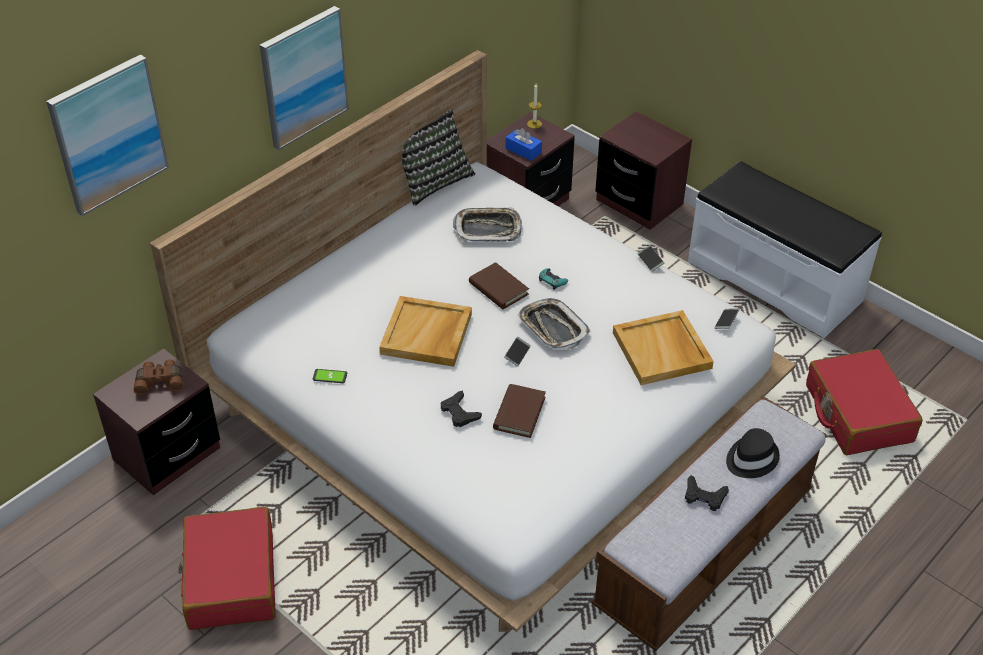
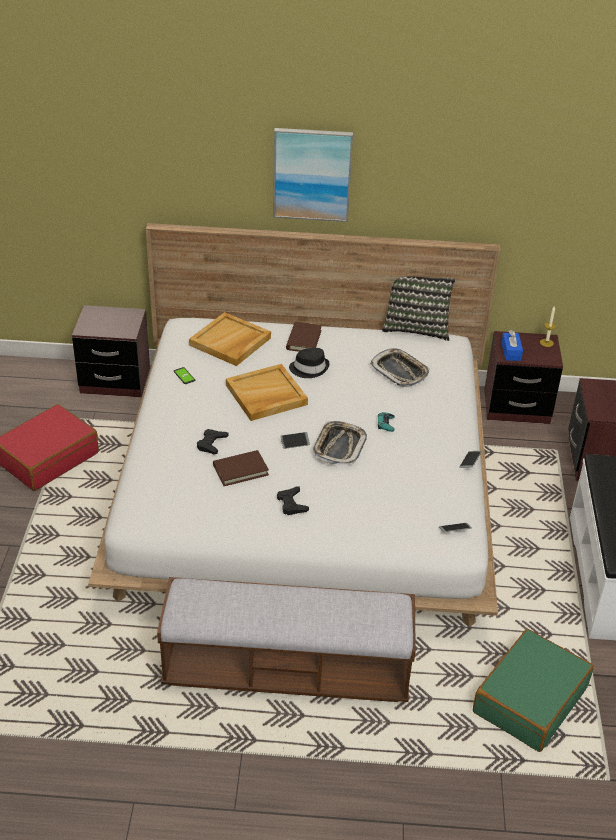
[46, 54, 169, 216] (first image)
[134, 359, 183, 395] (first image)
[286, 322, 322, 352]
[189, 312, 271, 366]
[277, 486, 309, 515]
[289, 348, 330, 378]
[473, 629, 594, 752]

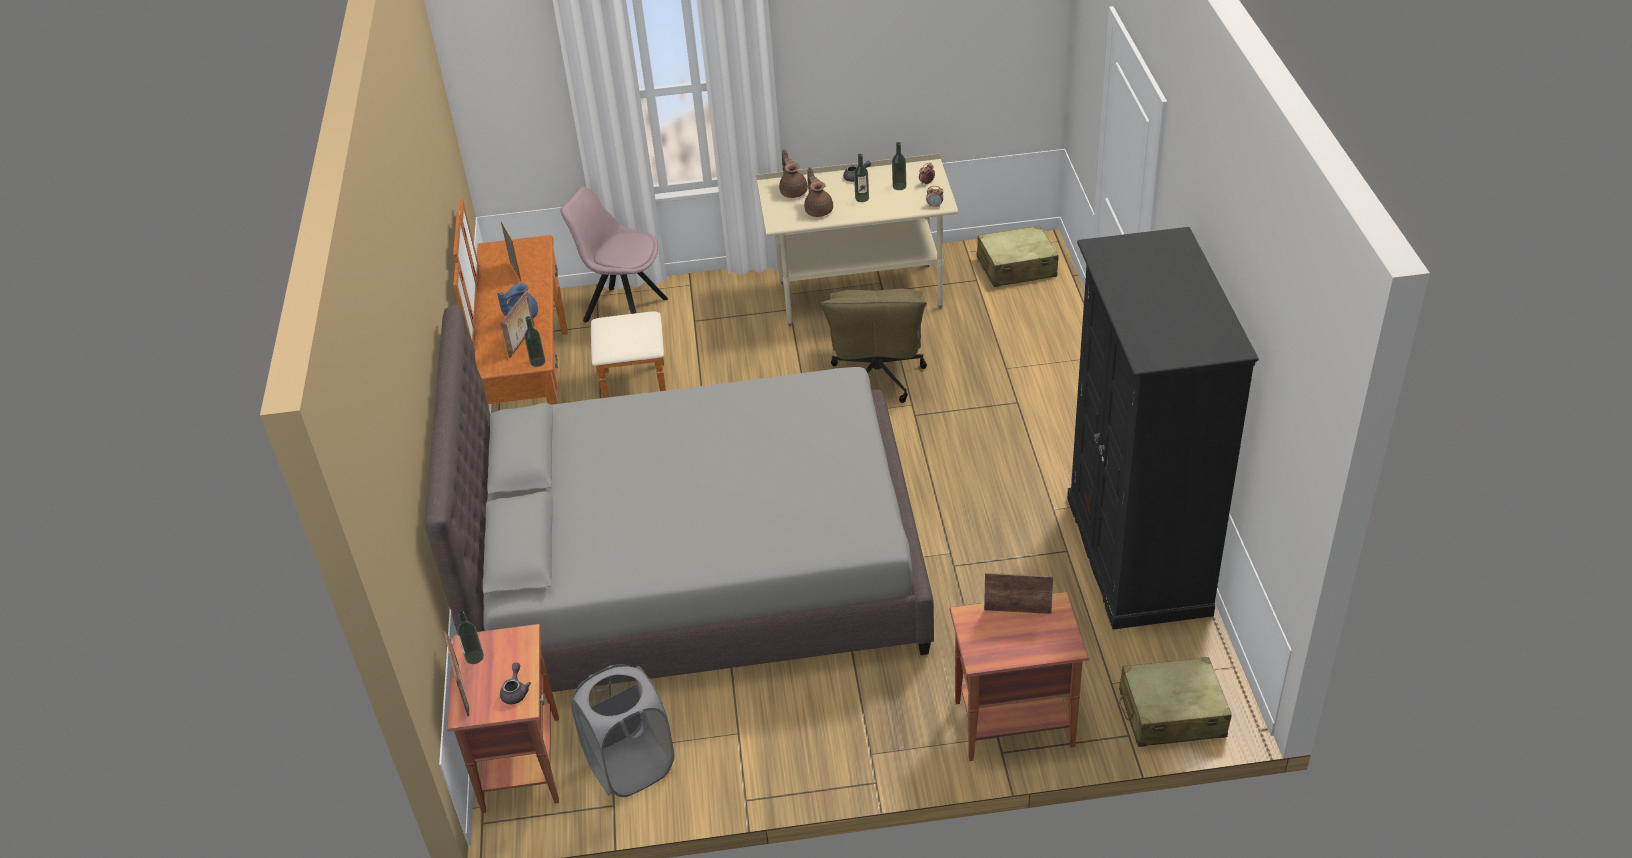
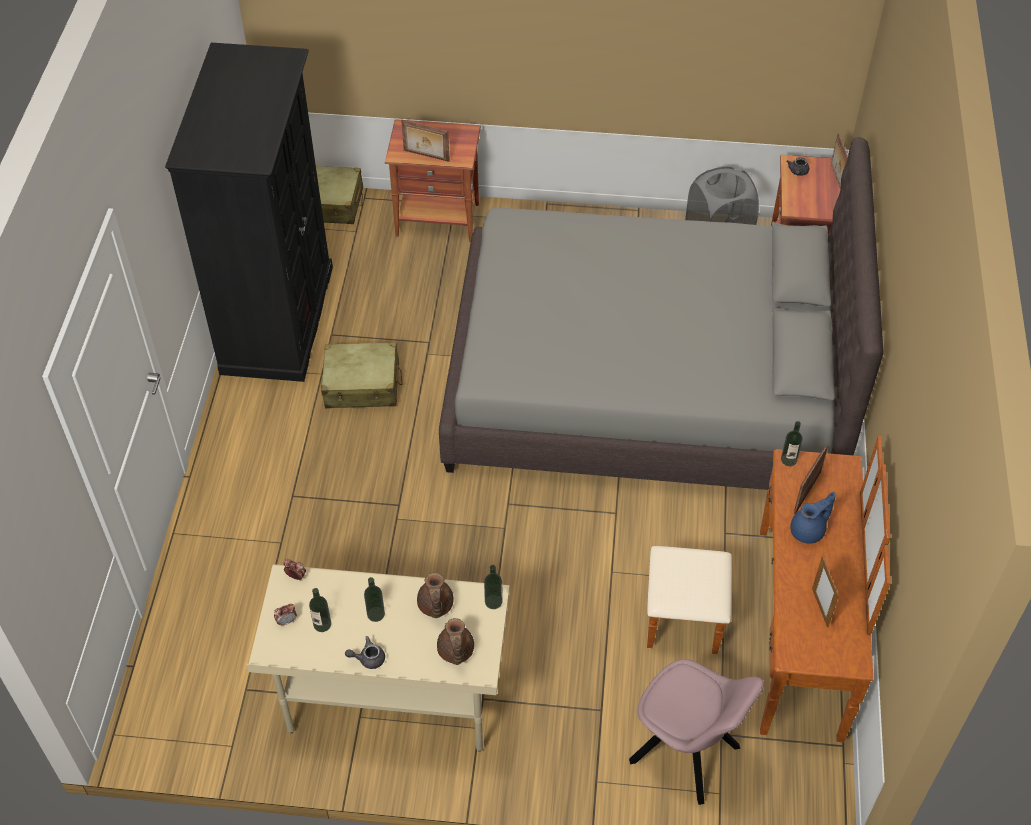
[820, 289, 927, 403] (first image)
[484, 565, 503, 609]
[321, 342, 403, 408]

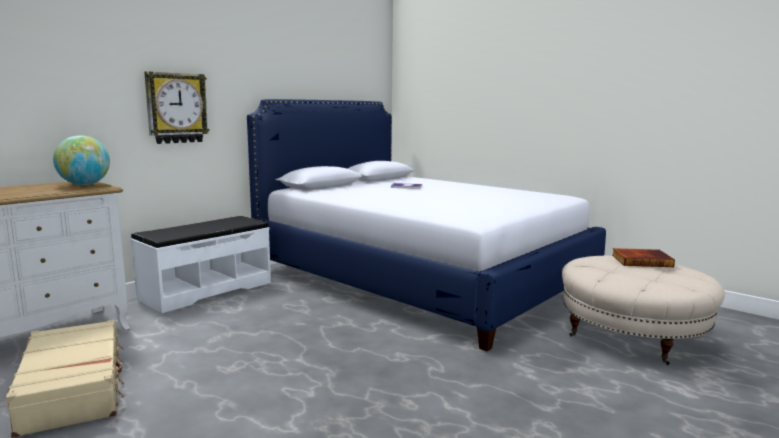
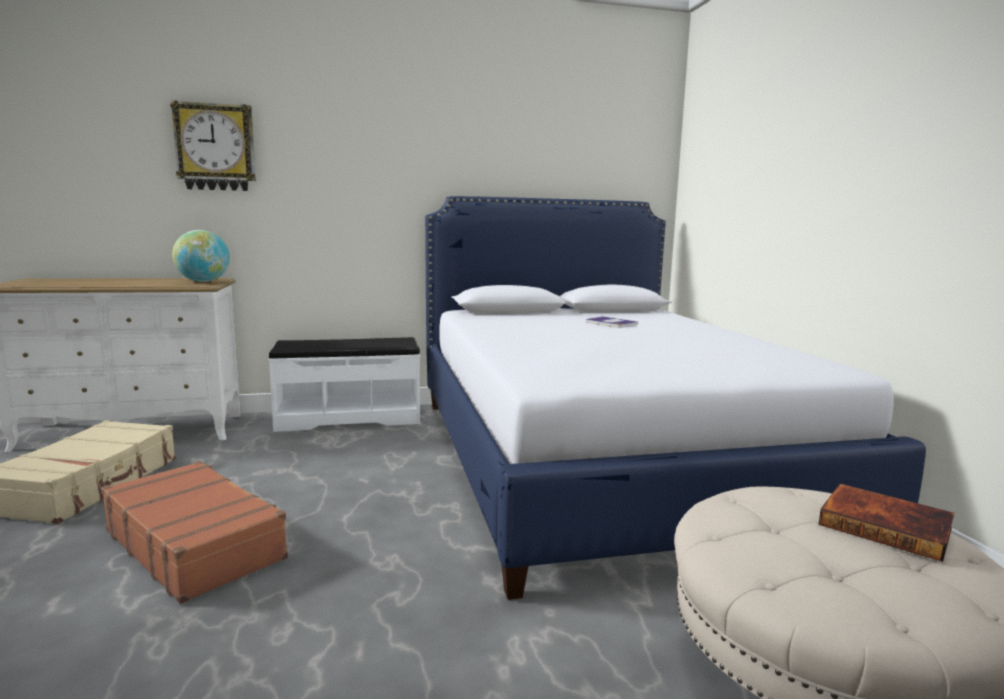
[101, 461, 288, 604]
[170, 100, 256, 191]

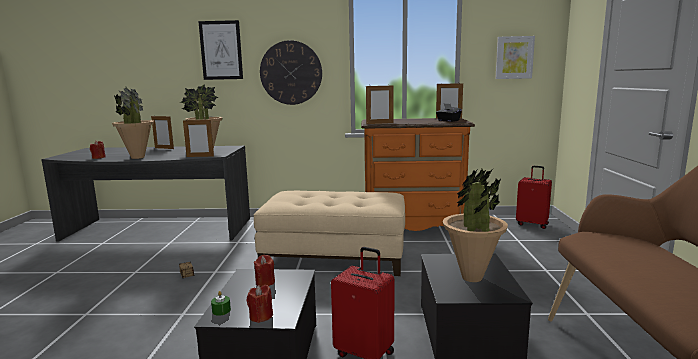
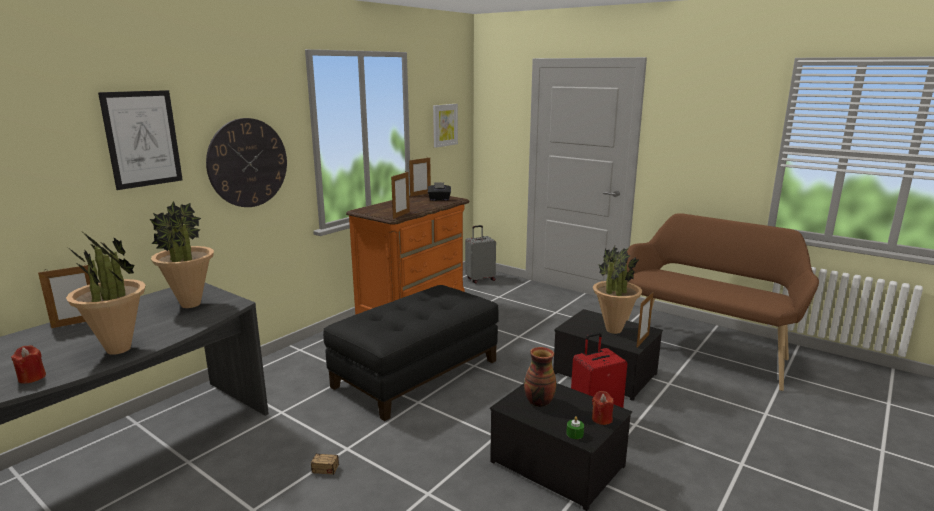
[636, 292, 654, 348]
[524, 347, 556, 407]
[323, 285, 499, 421]
[465, 225, 496, 283]

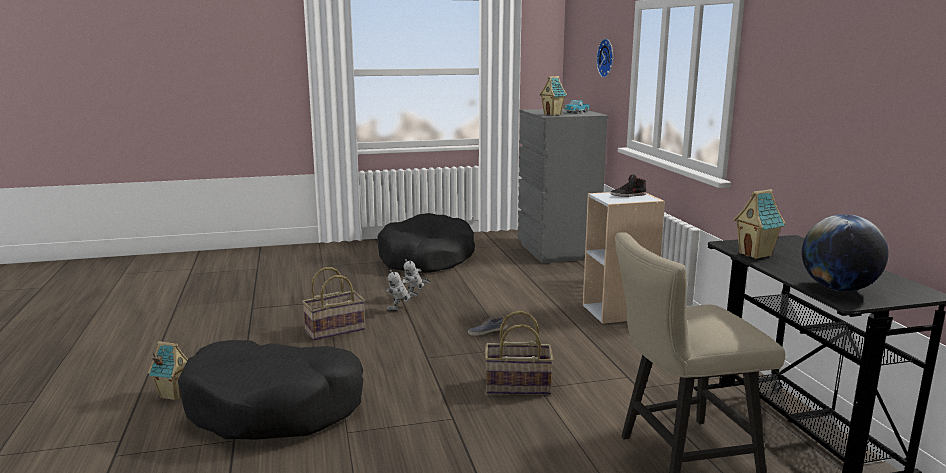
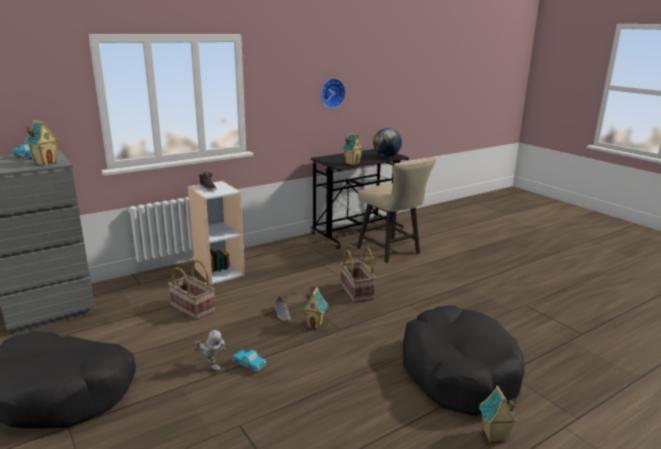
[302, 287, 328, 329]
[168, 260, 215, 320]
[321, 78, 346, 109]
[233, 350, 266, 372]

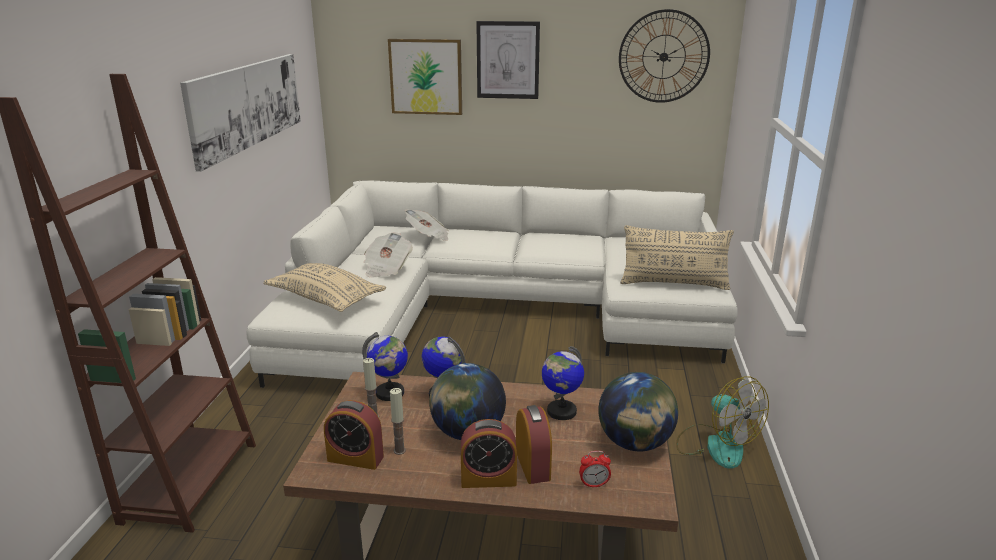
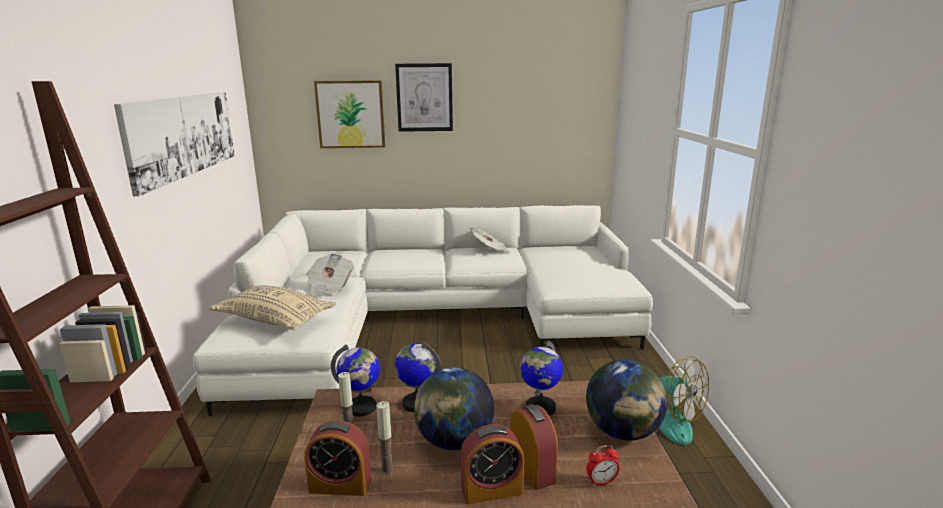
[619, 9, 710, 103] (first image)
[620, 225, 734, 290] (first image)
[469, 227, 510, 253]

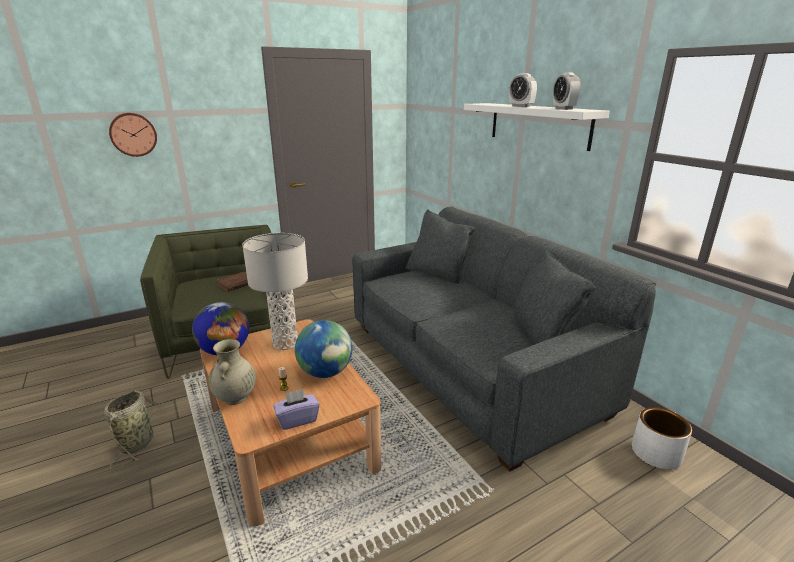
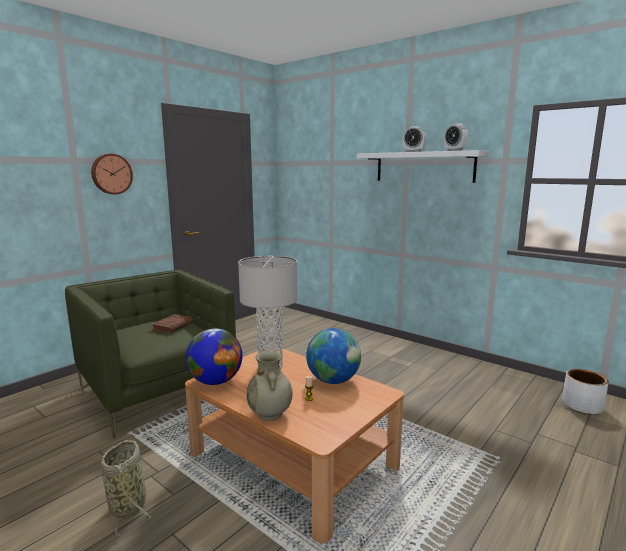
[273, 389, 320, 430] (first image)
[352, 207, 656, 472] (first image)
[91, 154, 133, 194]

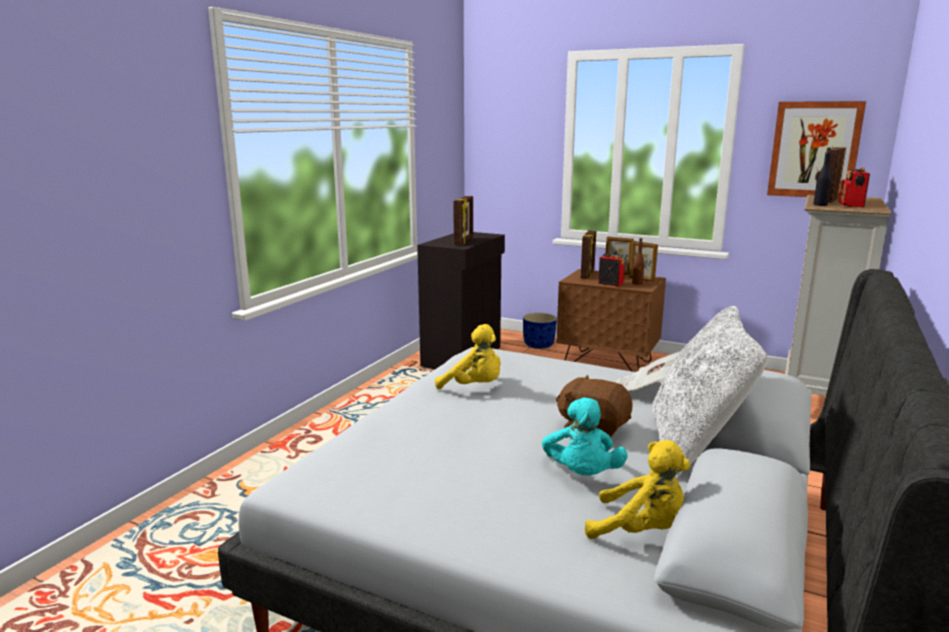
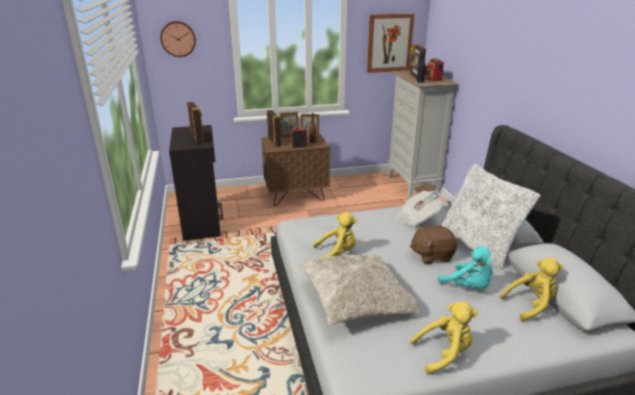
[523, 313, 557, 349] (first image)
[160, 21, 196, 57]
[299, 254, 420, 325]
[410, 302, 478, 374]

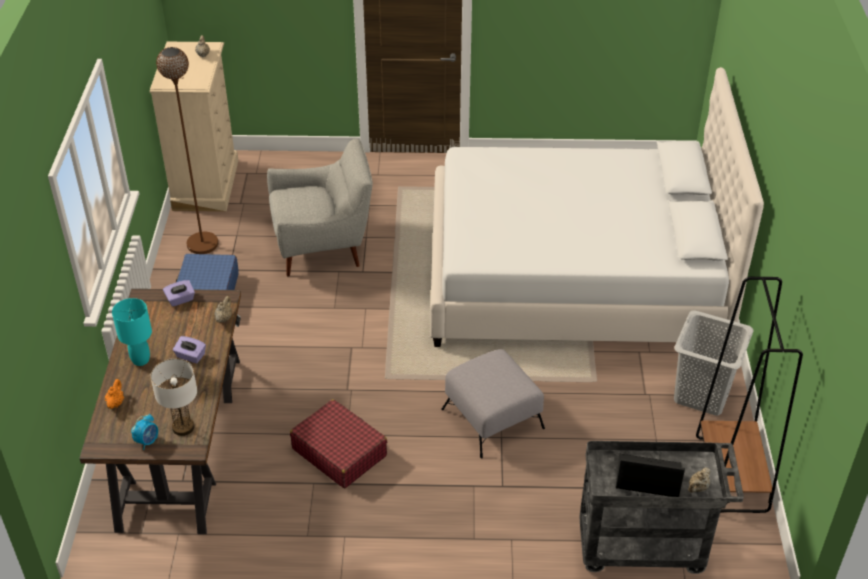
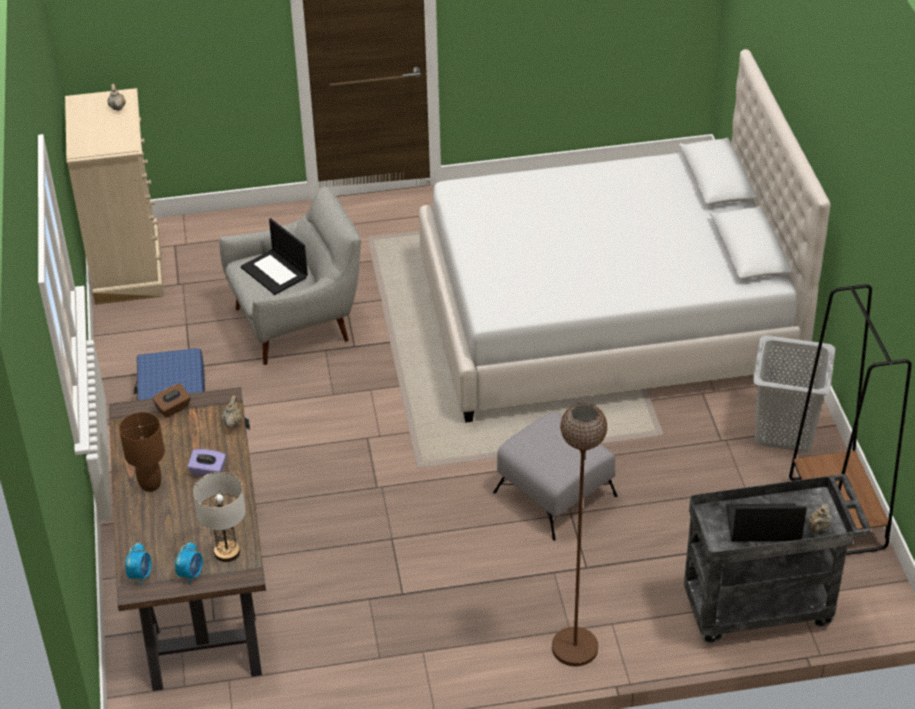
[105, 379, 124, 409] (first image)
[290, 399, 387, 488] (first image)
[125, 542, 151, 585]
[241, 218, 308, 295]
[552, 403, 607, 666]
[119, 412, 165, 492]
[152, 384, 191, 418]

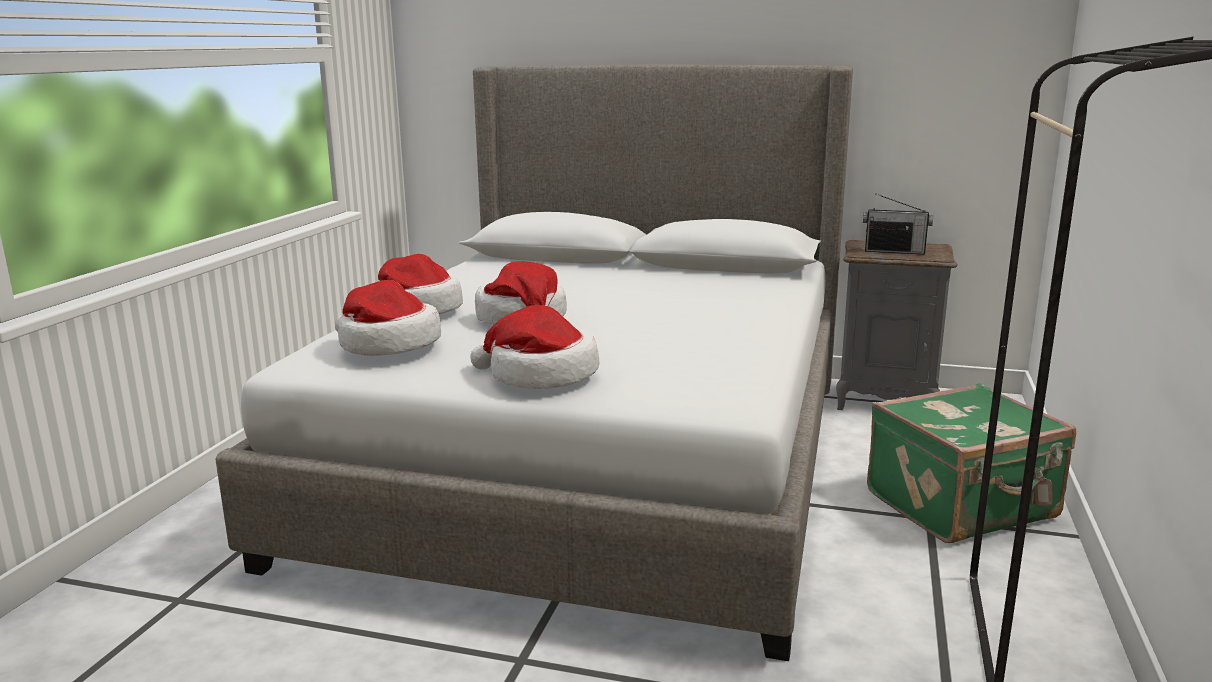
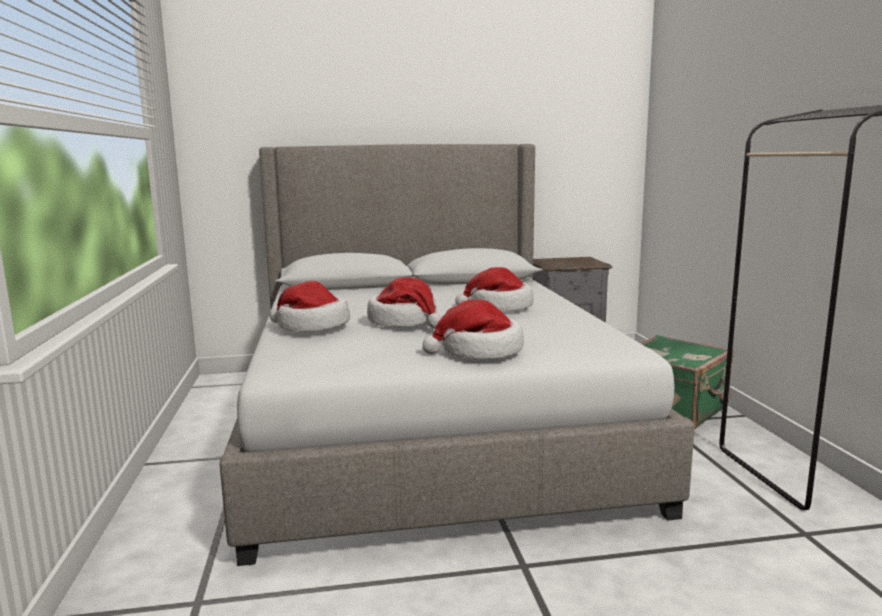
[863, 193, 933, 255] (first image)
[455, 267, 534, 312]

